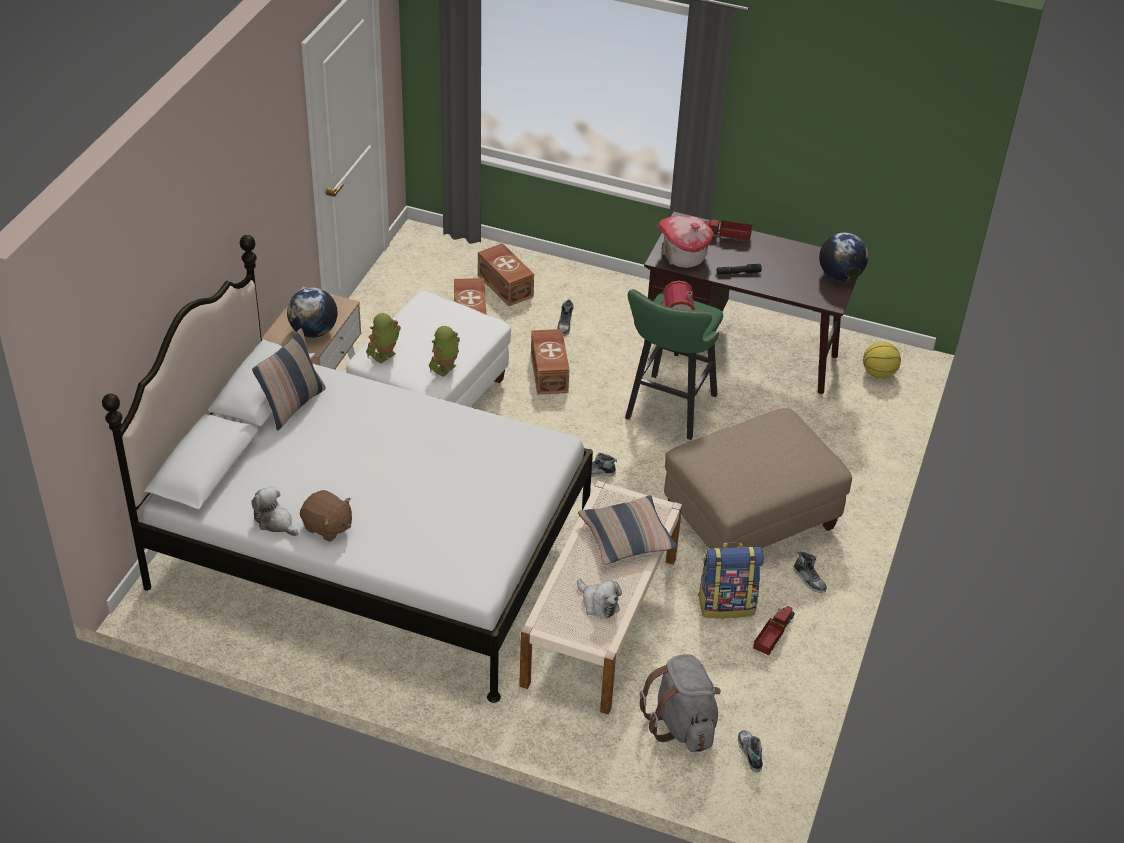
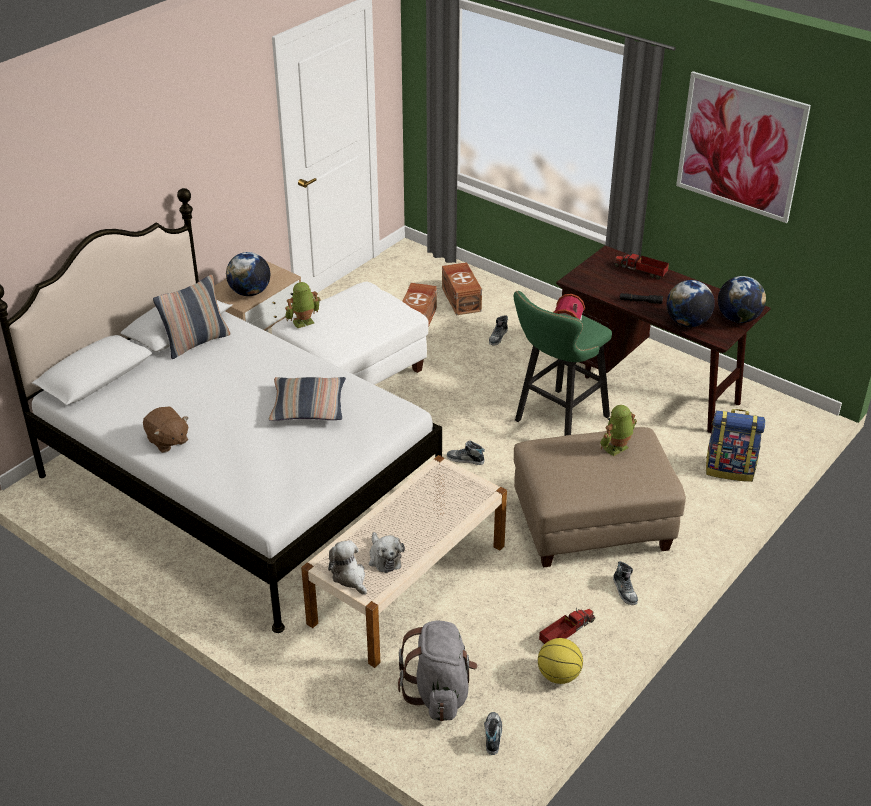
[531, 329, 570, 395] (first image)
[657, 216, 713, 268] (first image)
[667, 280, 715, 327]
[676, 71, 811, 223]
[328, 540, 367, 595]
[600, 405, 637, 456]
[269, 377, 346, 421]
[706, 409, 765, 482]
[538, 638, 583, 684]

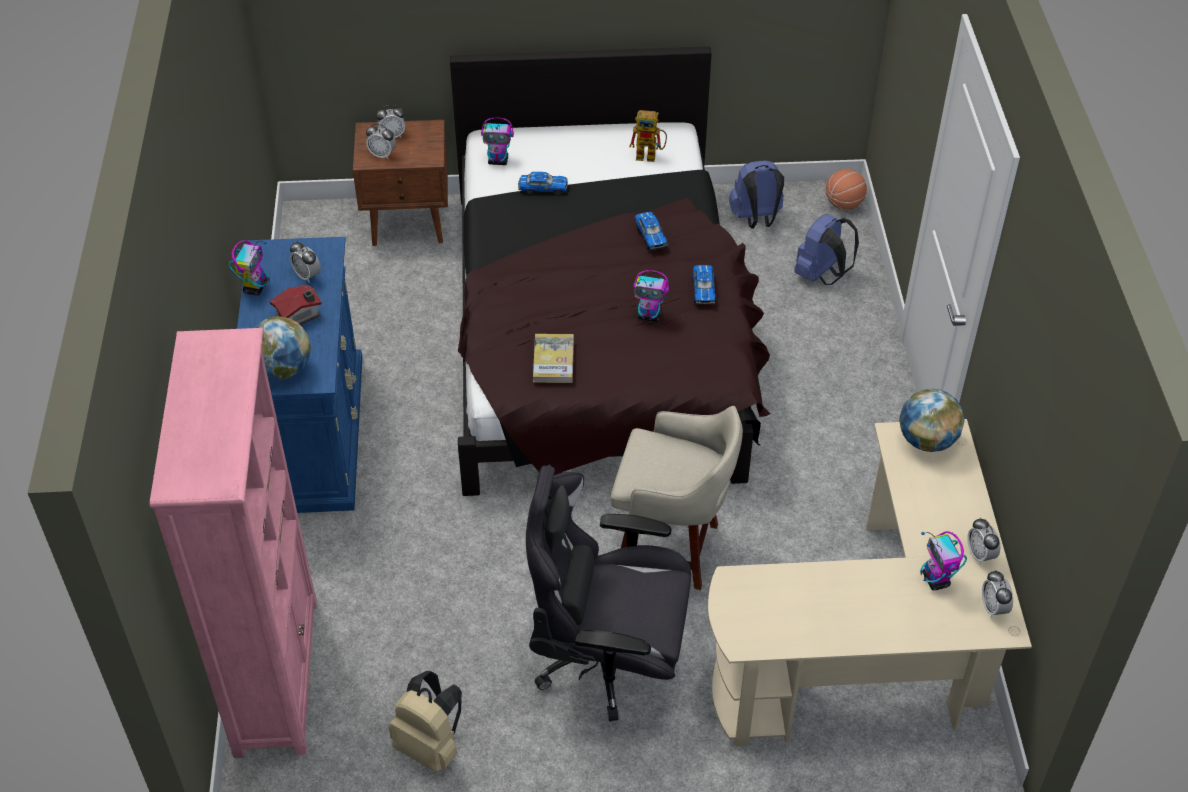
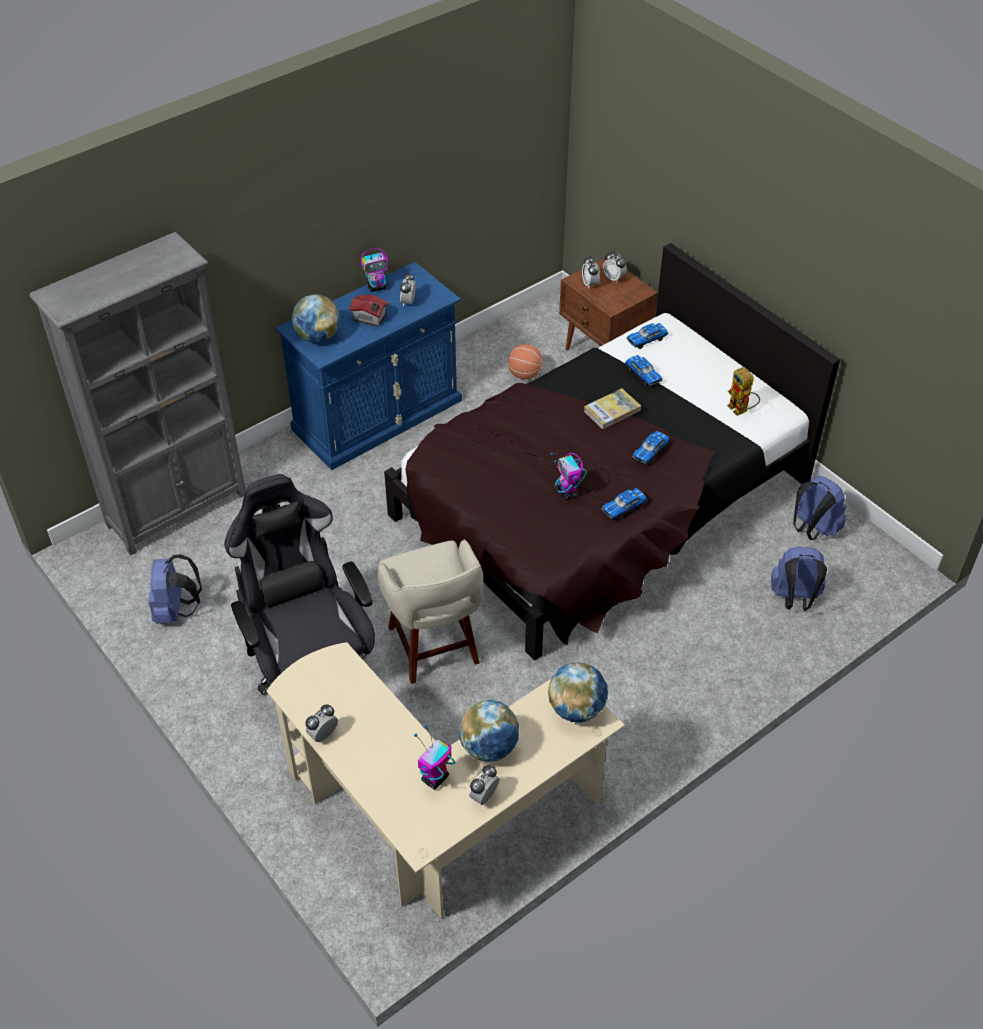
[459, 700, 519, 762]
[584, 388, 641, 429]
[508, 344, 543, 379]
[305, 704, 338, 742]
[626, 323, 668, 349]
[29, 232, 246, 556]
[149, 554, 202, 624]

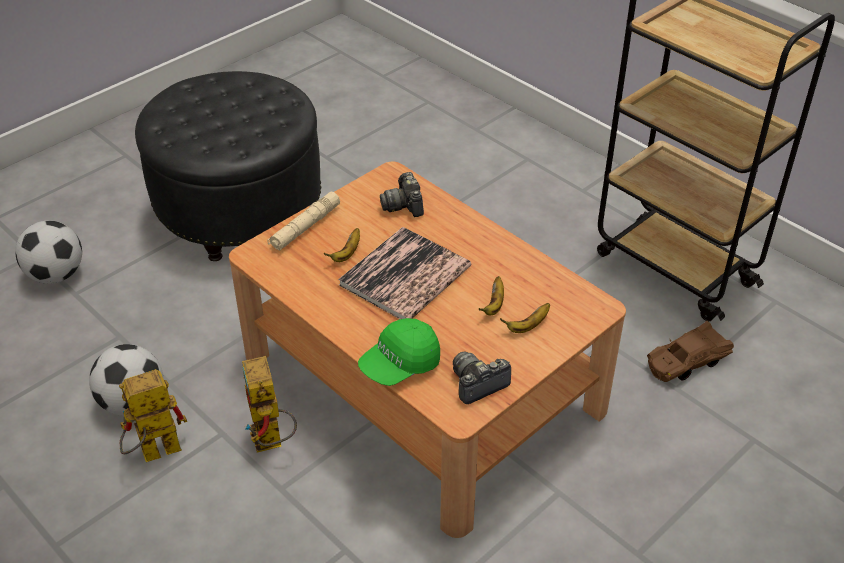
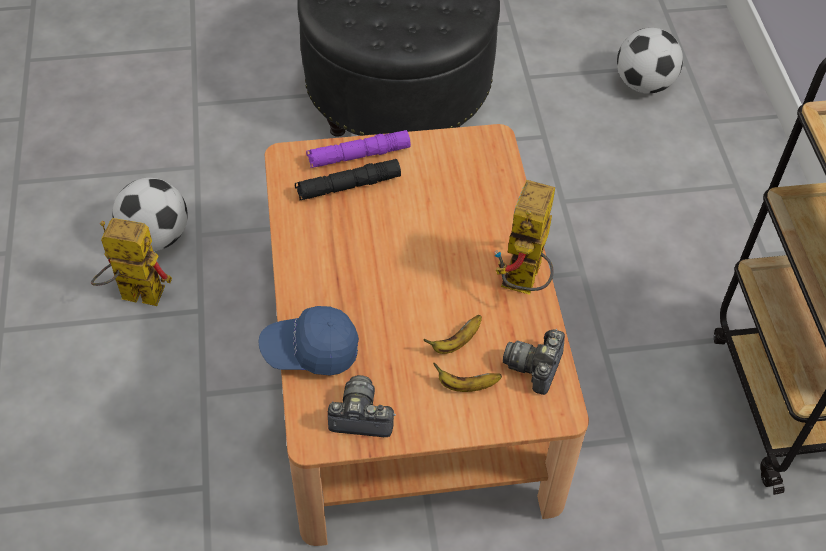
[323, 228, 360, 262] (first image)
[338, 227, 472, 319] (first image)
[647, 321, 734, 382] (first image)
[295, 159, 401, 200]
[617, 28, 683, 94]
[495, 180, 555, 295]
[503, 329, 565, 395]
[306, 130, 411, 168]
[258, 306, 359, 376]

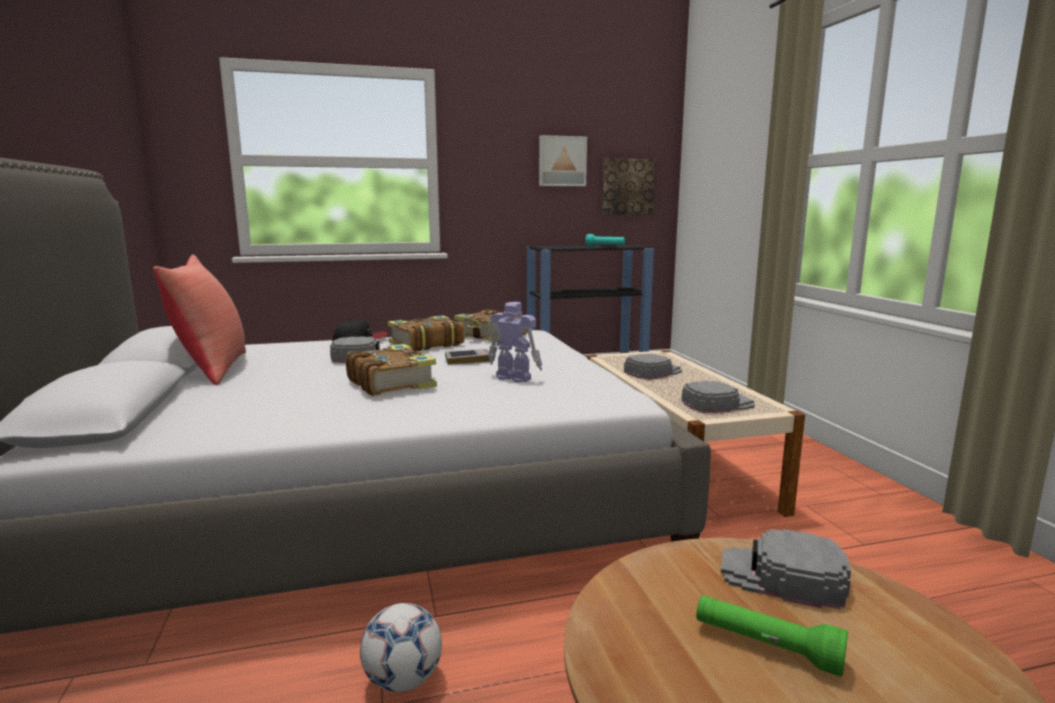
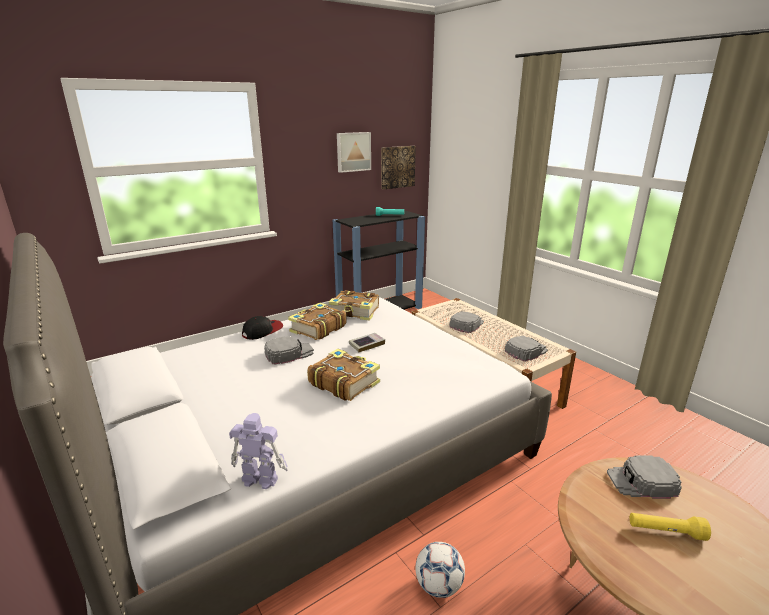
[153, 255, 246, 385] (first image)
[229, 413, 288, 489]
[630, 513, 711, 541]

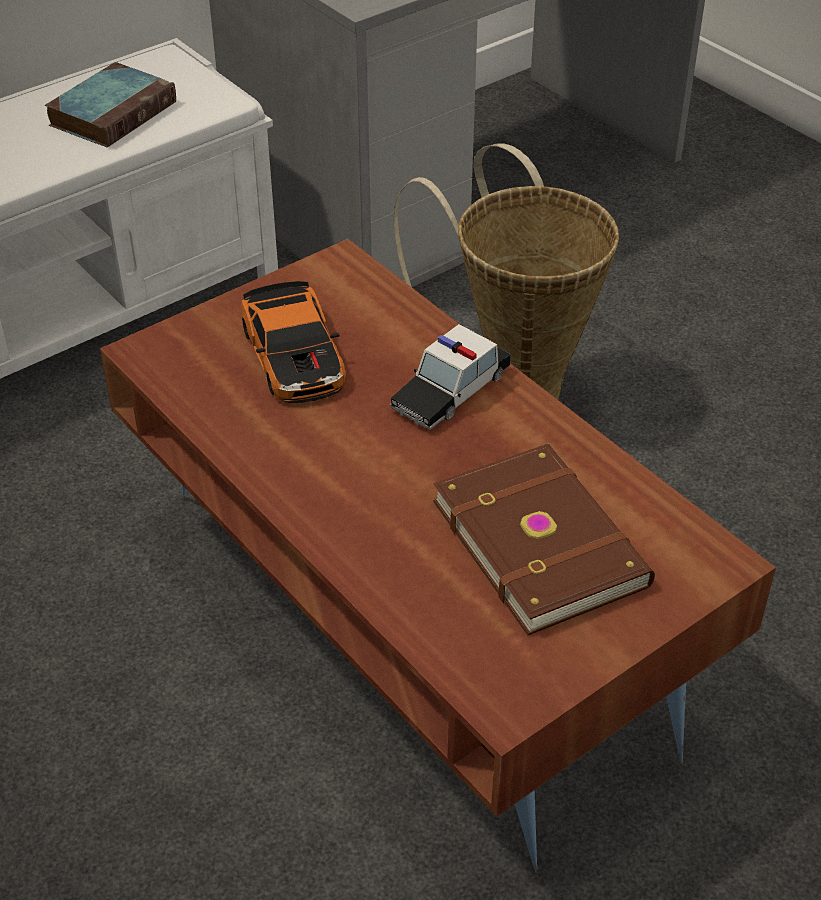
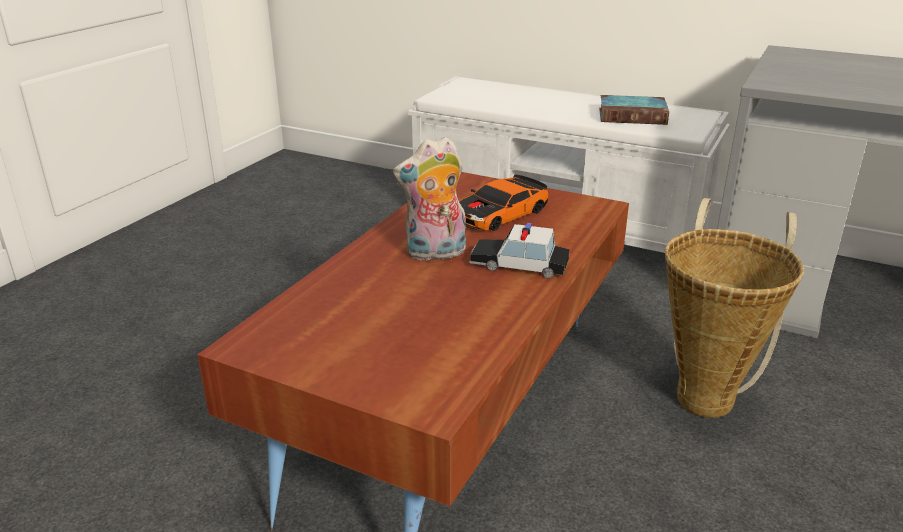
[433, 444, 655, 636] (first image)
[393, 137, 466, 261]

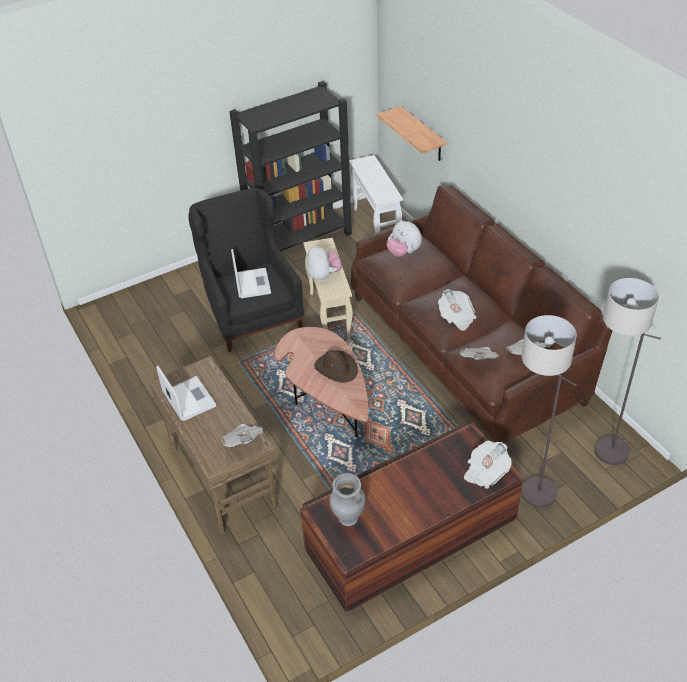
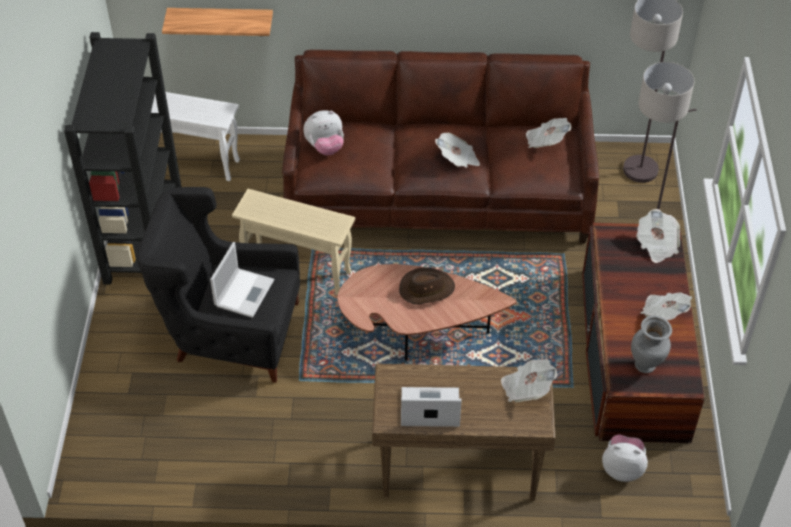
[602, 434, 648, 482]
[640, 292, 692, 320]
[210, 242, 274, 318]

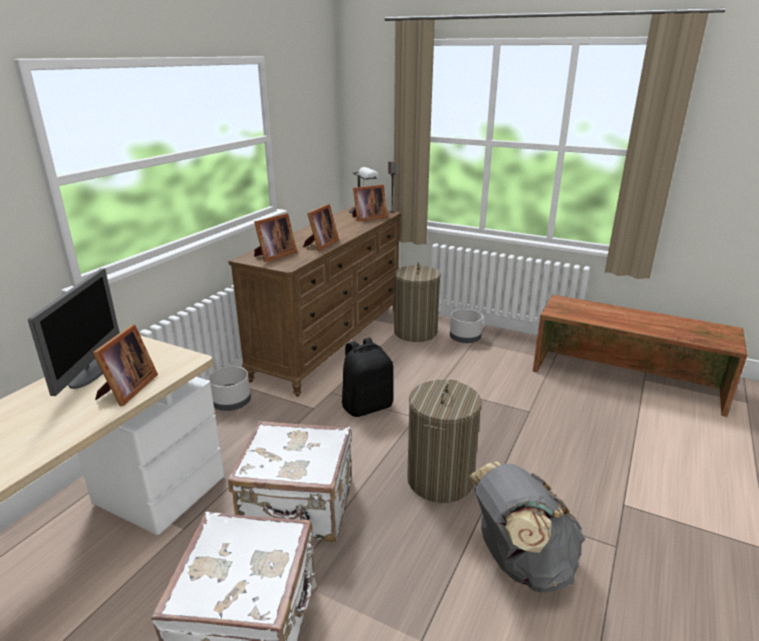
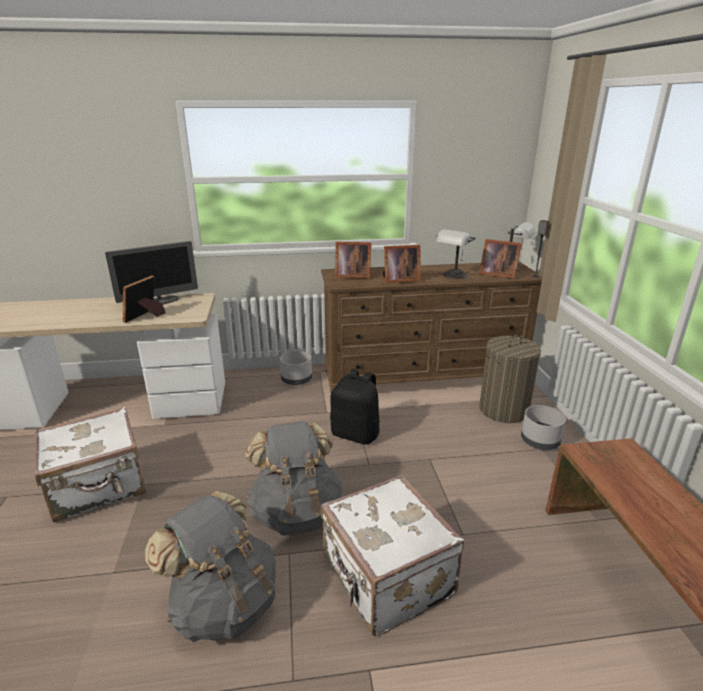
[436, 229, 476, 279]
[321, 475, 464, 637]
[246, 421, 343, 536]
[123, 276, 166, 323]

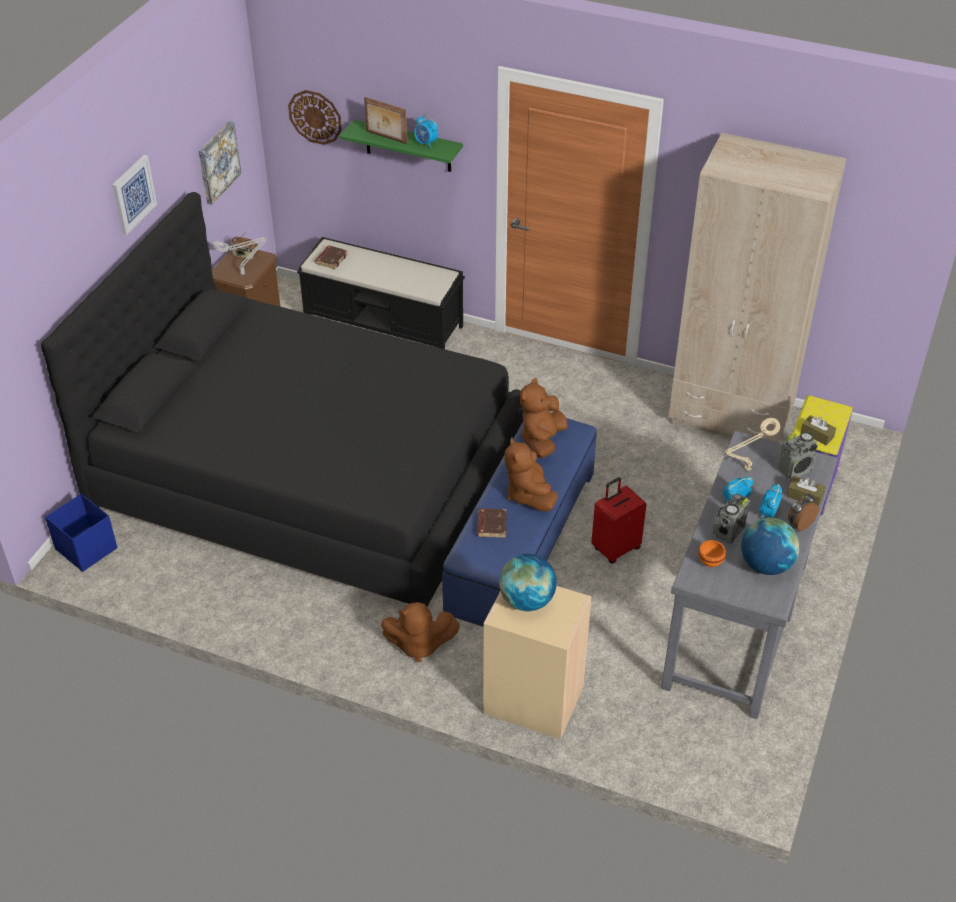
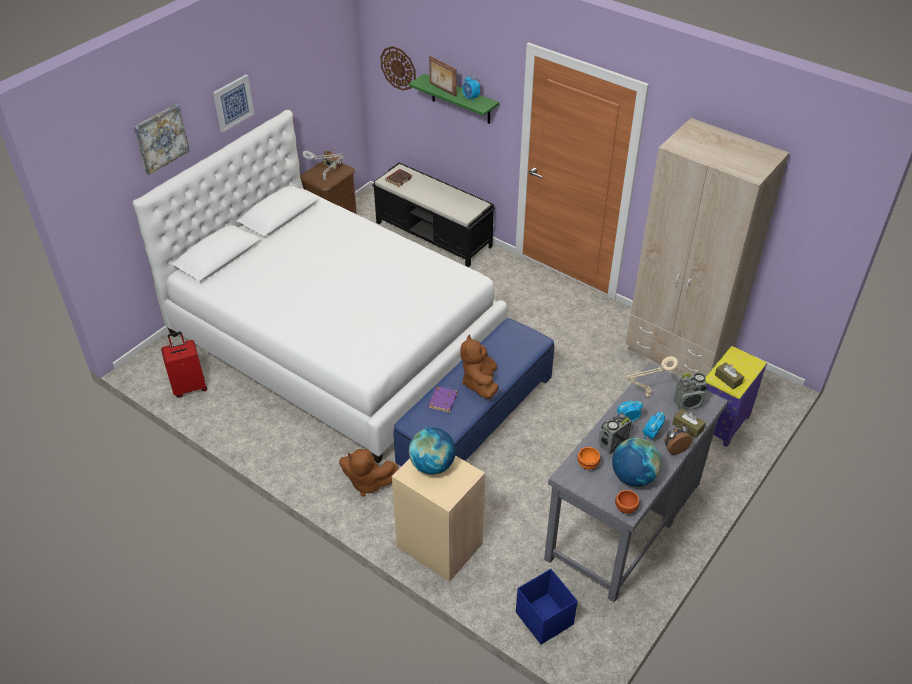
[520, 378, 568, 458] (first image)
[615, 490, 640, 514]
[516, 569, 578, 645]
[134, 104, 190, 175]
[161, 332, 207, 398]
[132, 110, 507, 463]
[428, 386, 457, 413]

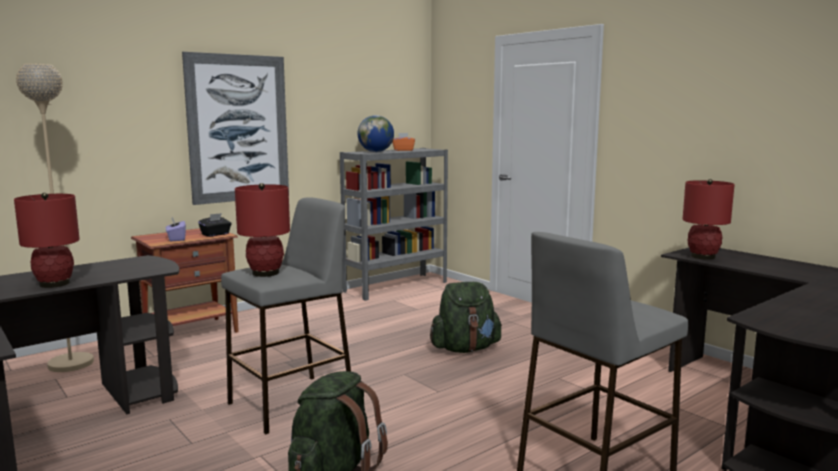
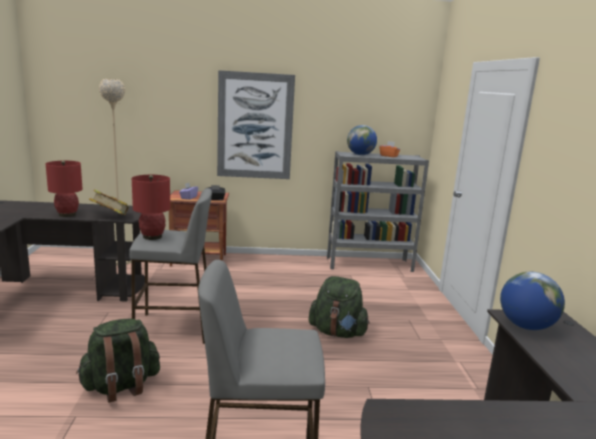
[89, 189, 129, 215]
[500, 272, 565, 330]

